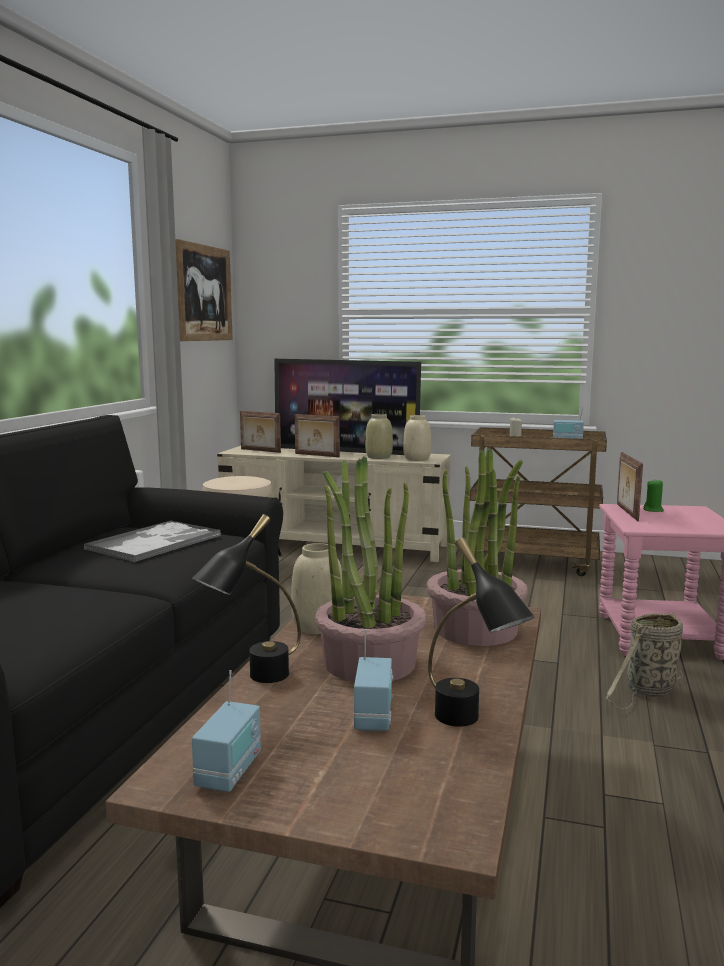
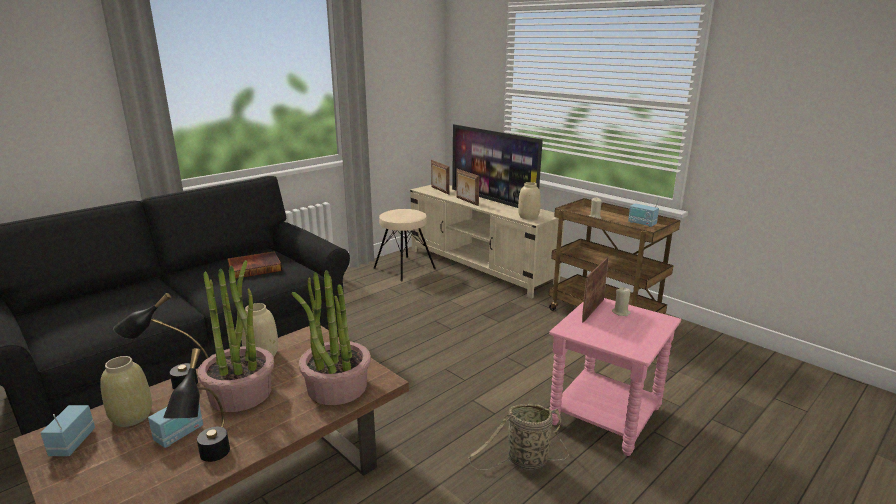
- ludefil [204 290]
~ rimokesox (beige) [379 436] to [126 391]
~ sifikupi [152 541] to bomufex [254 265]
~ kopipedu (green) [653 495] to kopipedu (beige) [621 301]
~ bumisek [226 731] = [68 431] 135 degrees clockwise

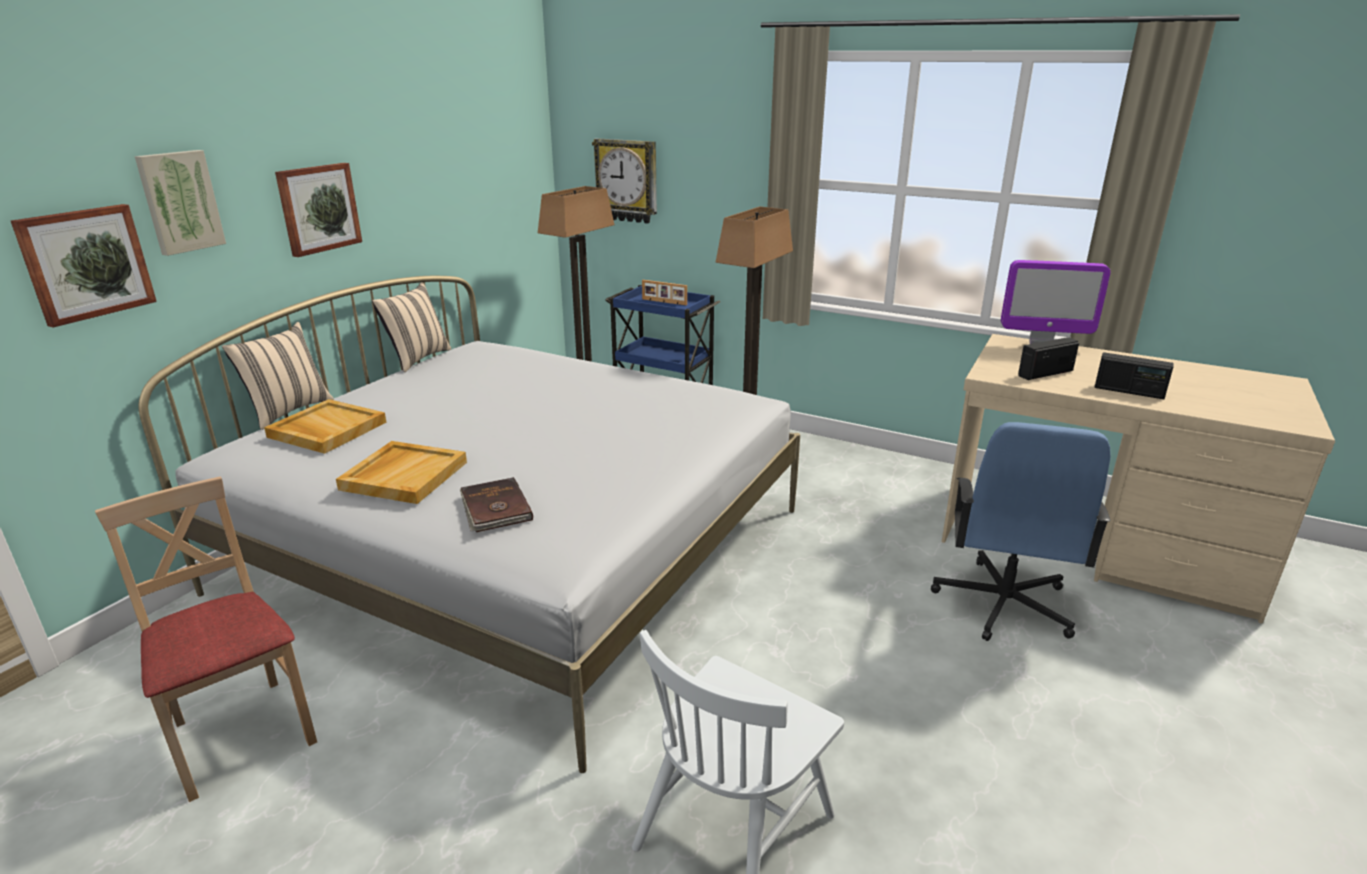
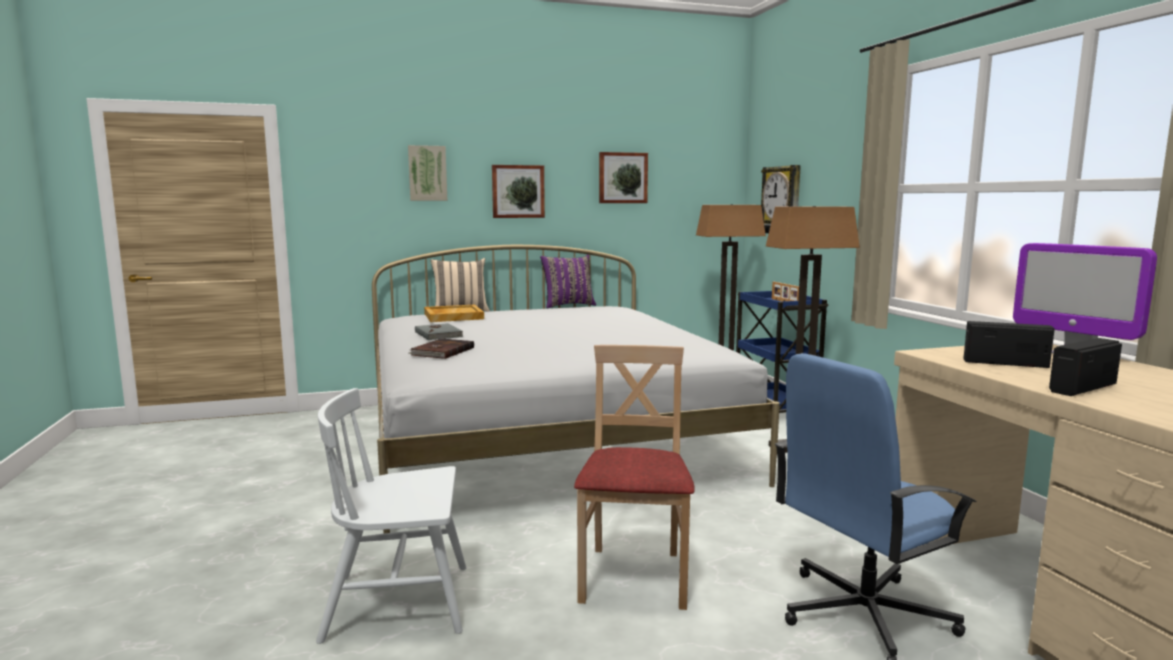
~ ludefil [84 265] to [623 177]
~ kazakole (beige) [206 639] to [634 477]
~ sifikupi (beige) [401 472] to bomufex (grey) [439 331]
~ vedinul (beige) [411 327] to vedinul (purple) [568 281]
~ bumisek [1134 375] = [1085 367] 75 degrees clockwise

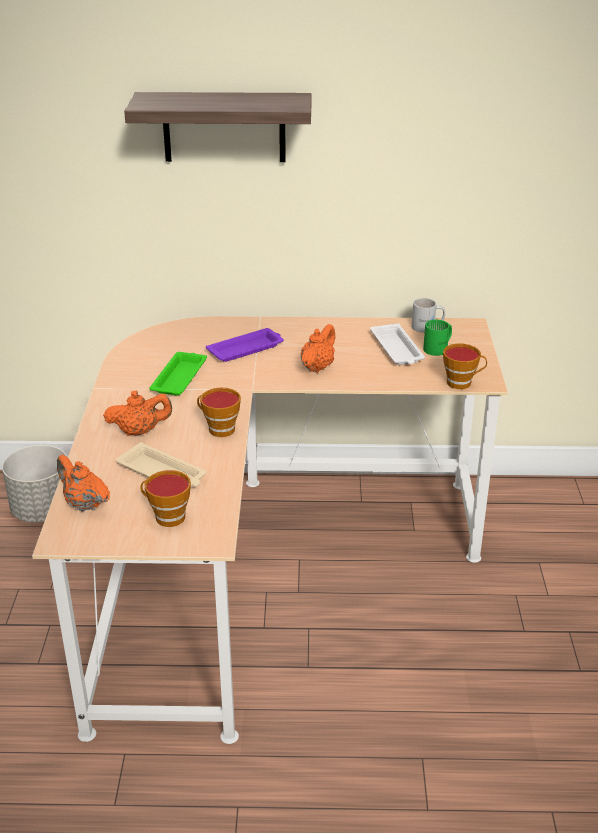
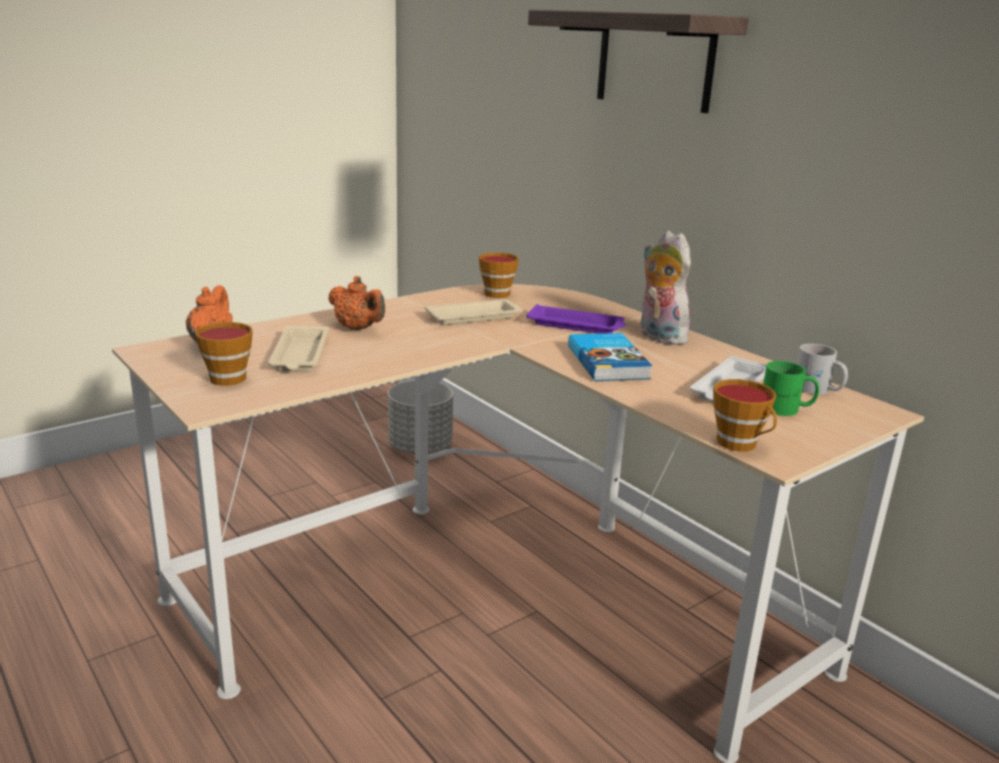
+ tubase [665 288]
~ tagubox [219 412] to [499 275]
~ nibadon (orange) [318 348] to bomufex [610 357]
~ sifikupi (green) [178 374] to sifikupi (beige) [473 312]

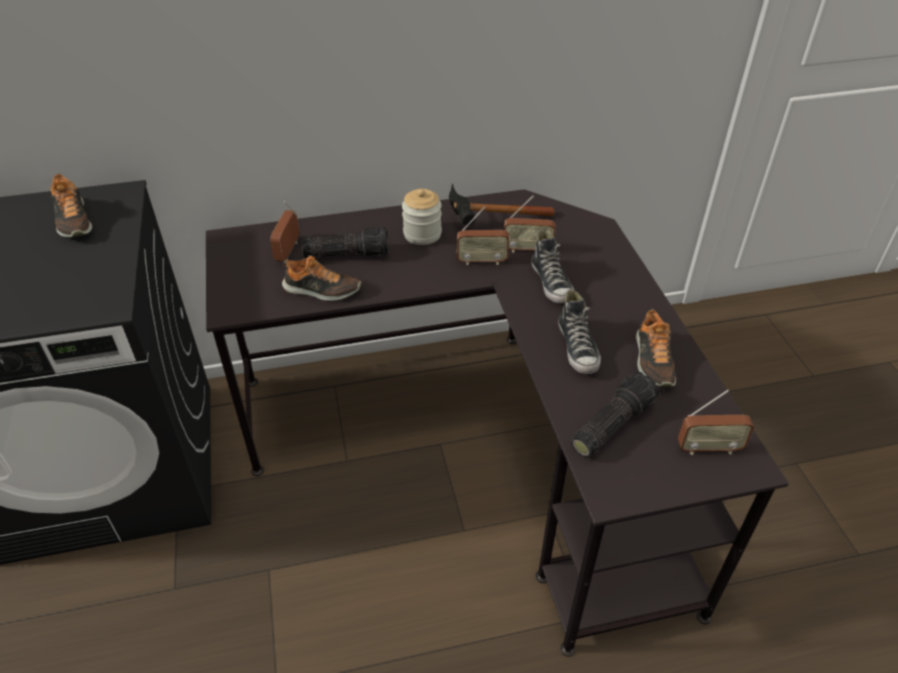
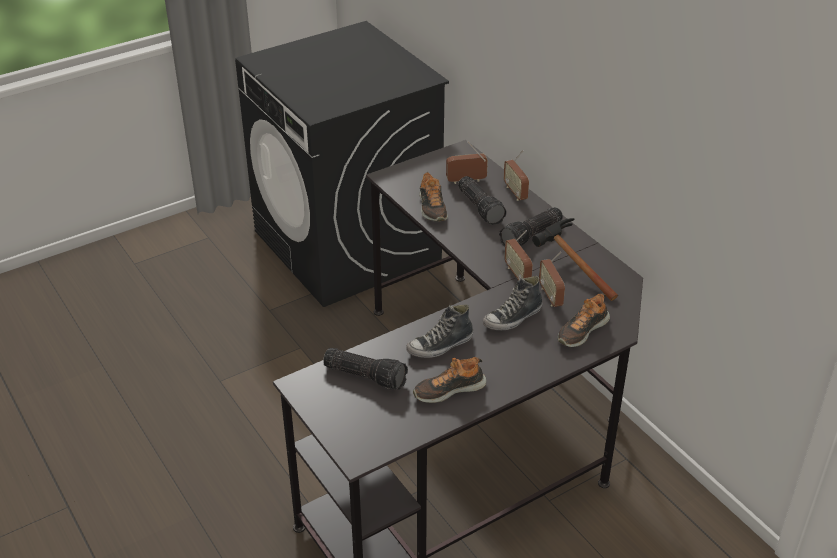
~ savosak [71 205] to [584 320]
~ bumisek [716 422] to [516 175]
~ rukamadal [422 217] to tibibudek [531 226]

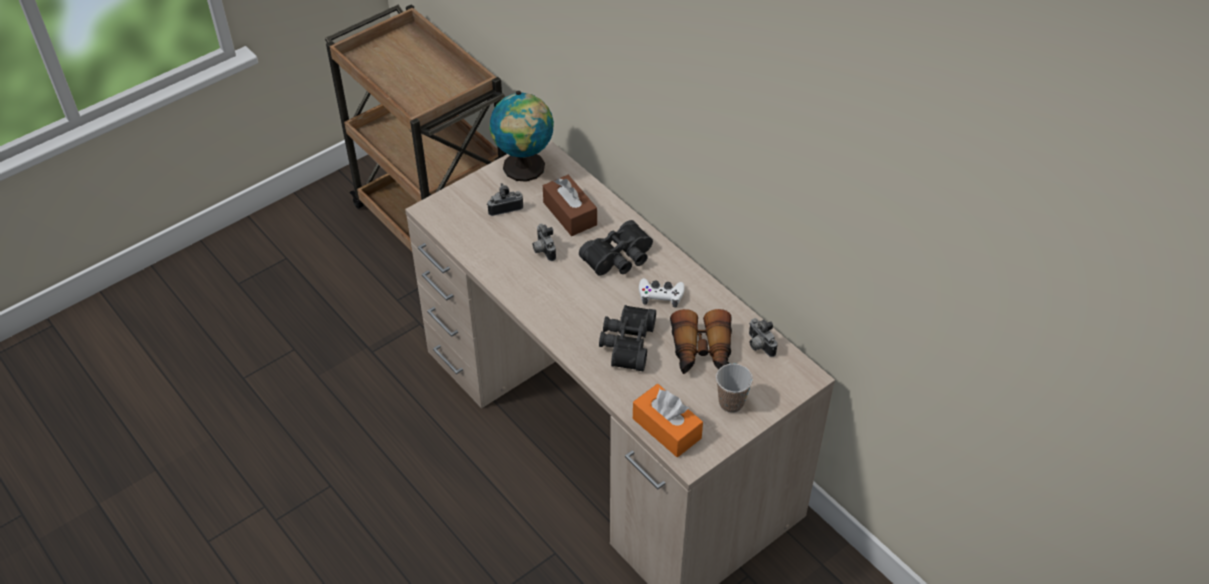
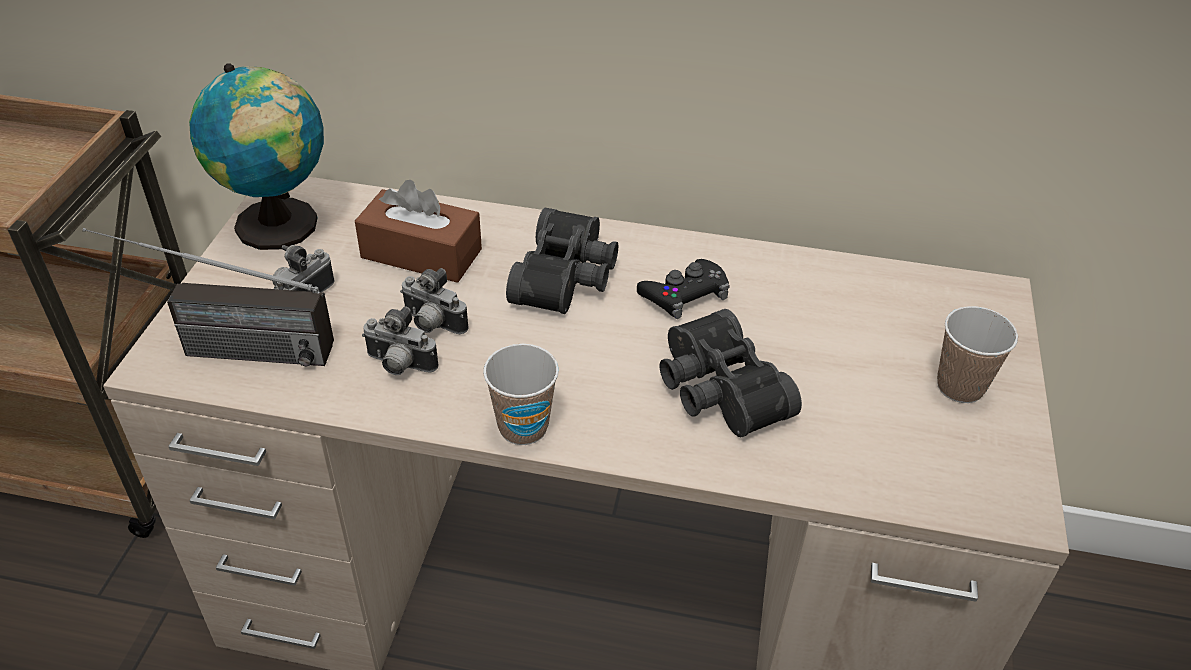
- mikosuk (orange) [668 420]
- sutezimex [701 341]
+ bumisek [208 297]
+ tagubox [521 394]
~ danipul [763 337] to [400 340]
~ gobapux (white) [661 293] to gobapux (black) [683 289]

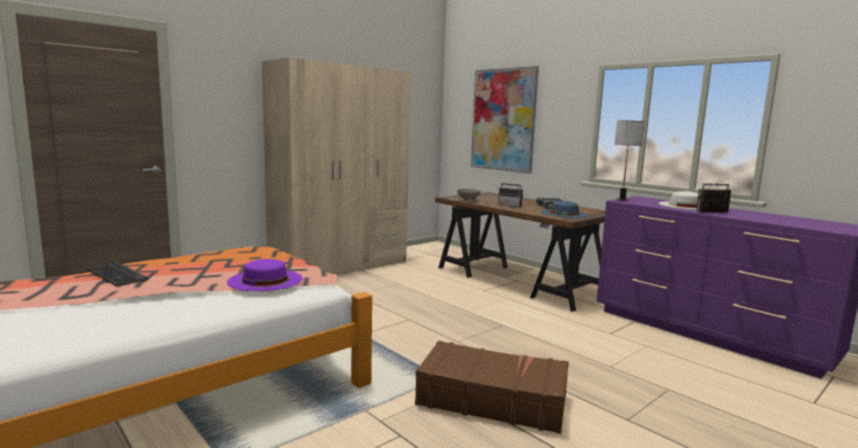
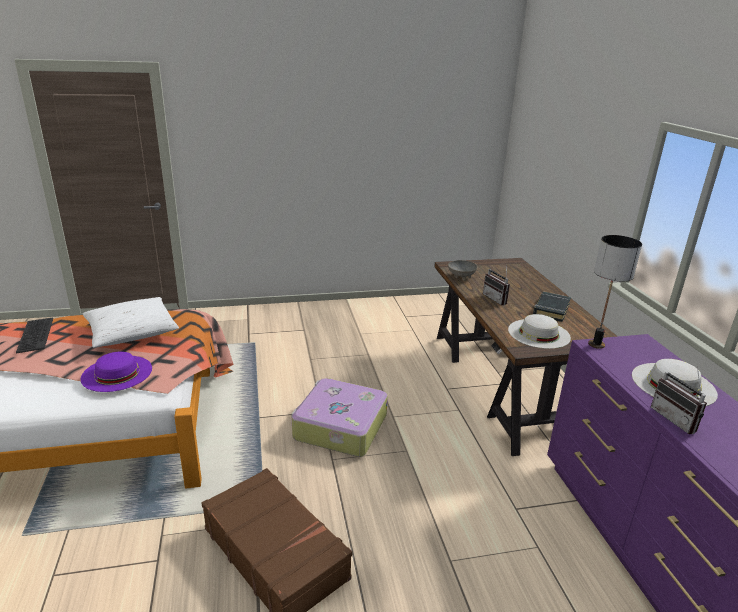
- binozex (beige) [336 166]
- ludefil [505 120]
+ vedinul (white) [130 322]
+ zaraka [339 417]
~ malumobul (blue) [565 209] to malumobul (white) [539 331]
~ bumisek [713 195] = [679 400] 135 degrees counterclockwise

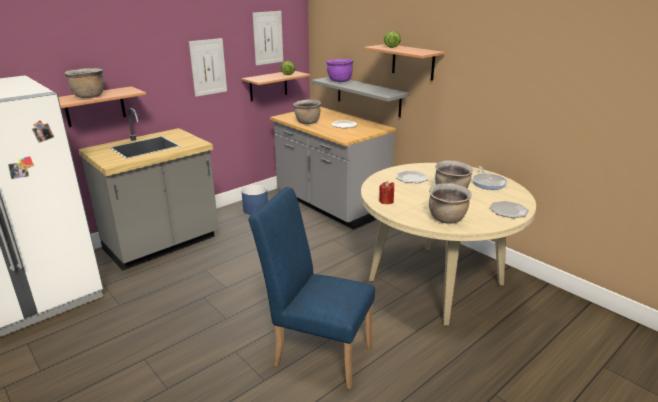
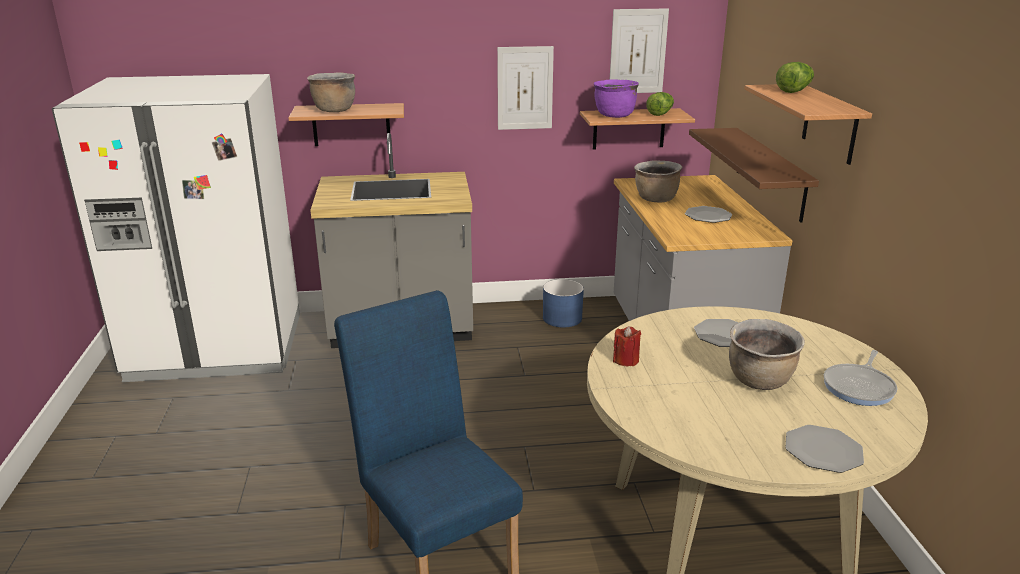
- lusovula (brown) [450 203]
~ lusovula (purple) [340 70] to [616 98]
~ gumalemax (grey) [361 97] to gumalemax (brown) [754 175]

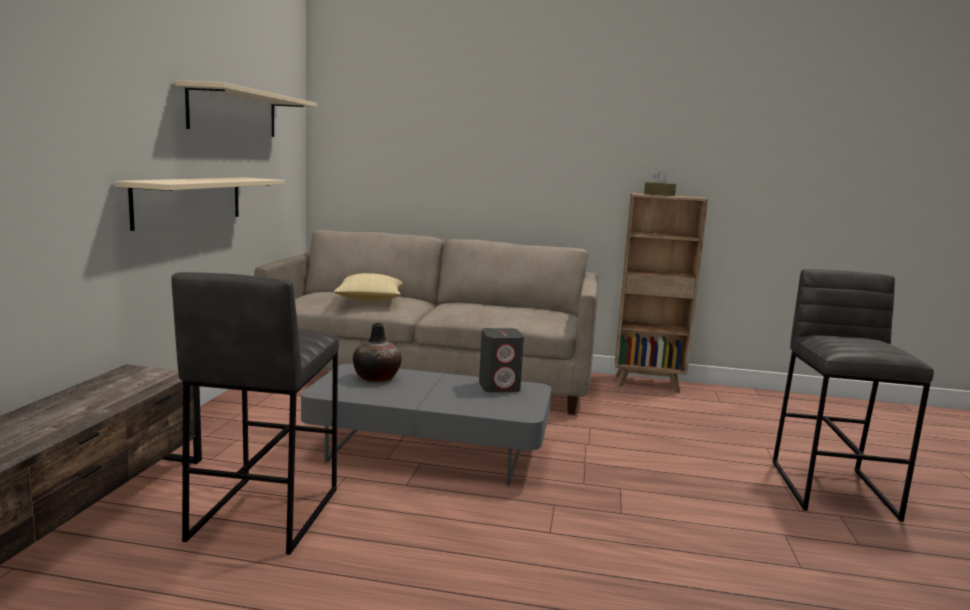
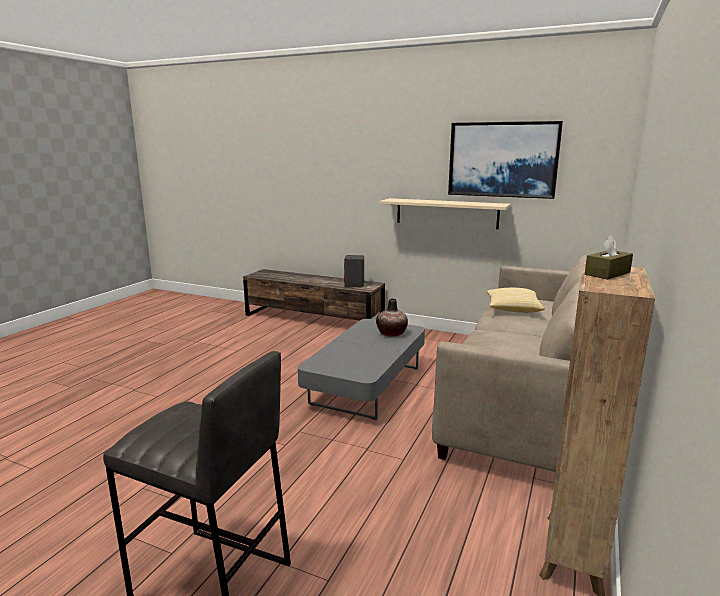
- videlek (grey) [255 413]
~ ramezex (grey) [501 360] to [354 271]
~ gumalemax (beige) [246 108] to ludefil [505 160]

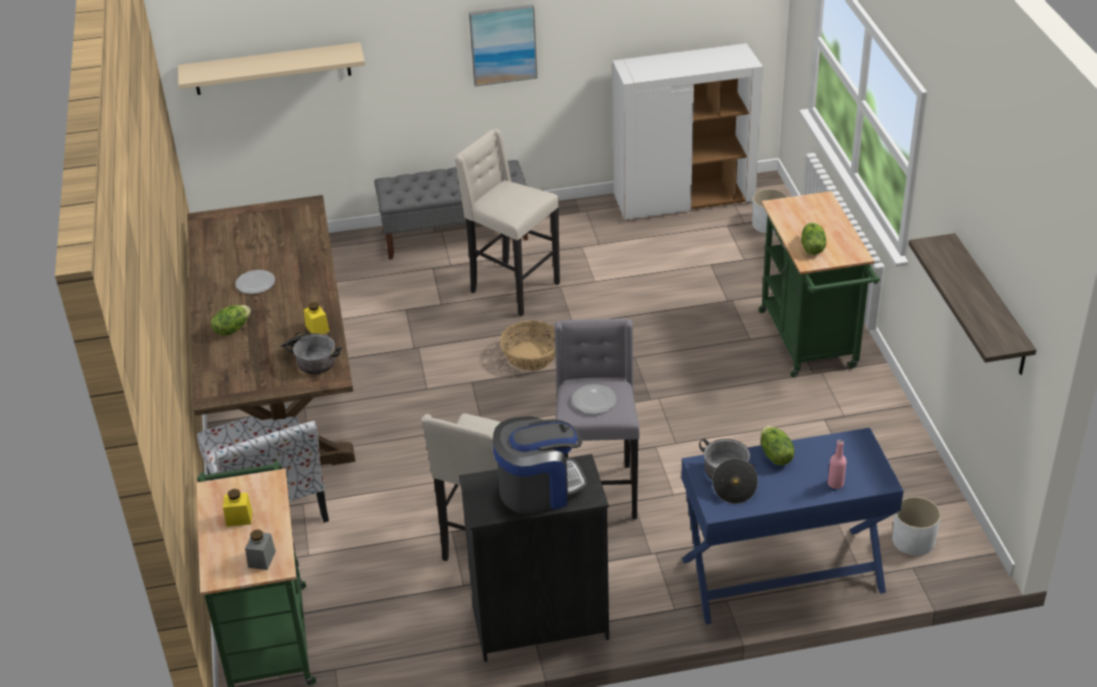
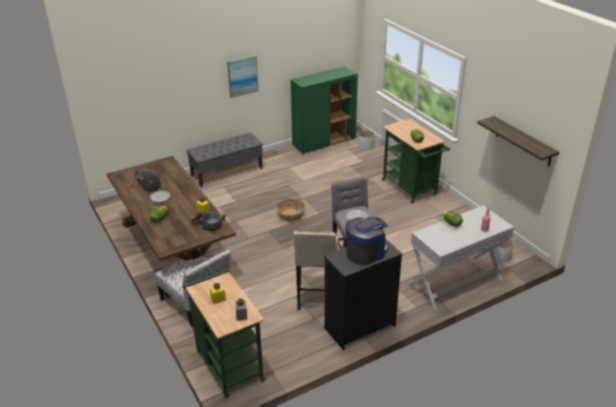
- gumalemax (beige) [271 68]
- videlek (beige) [507 222]
~ lusovula [728 471] to [148 180]
~ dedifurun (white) [688 131] to dedifurun (green) [324 110]
~ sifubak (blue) [792 526] to sifubak (white) [461 257]

